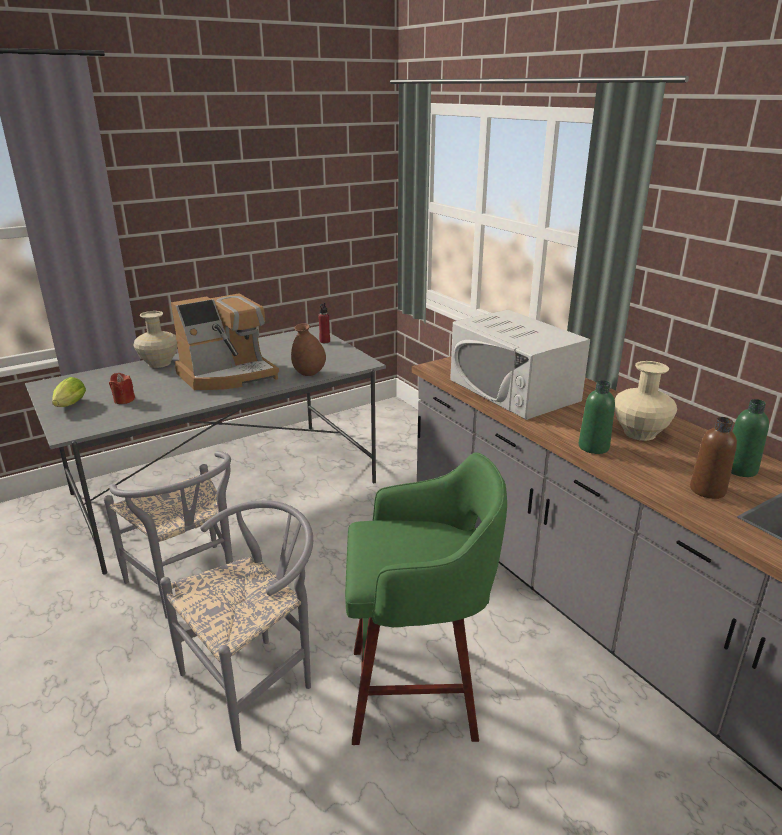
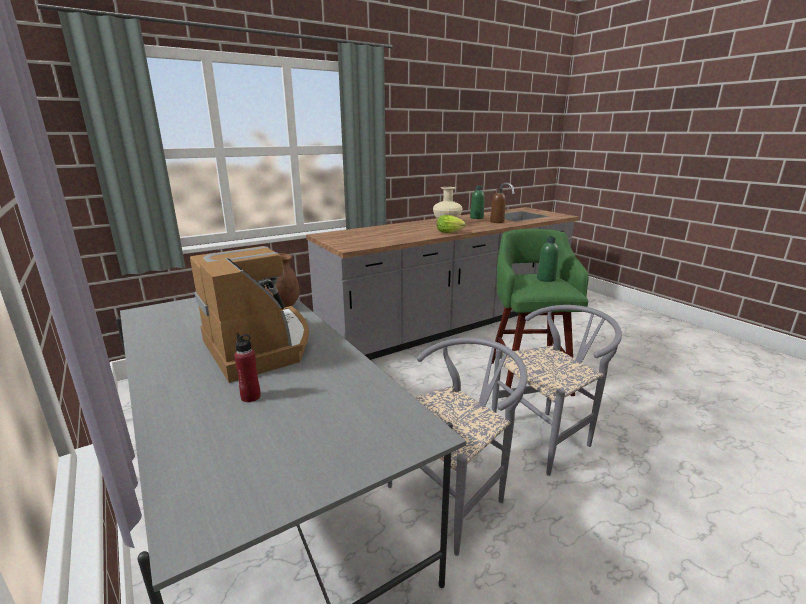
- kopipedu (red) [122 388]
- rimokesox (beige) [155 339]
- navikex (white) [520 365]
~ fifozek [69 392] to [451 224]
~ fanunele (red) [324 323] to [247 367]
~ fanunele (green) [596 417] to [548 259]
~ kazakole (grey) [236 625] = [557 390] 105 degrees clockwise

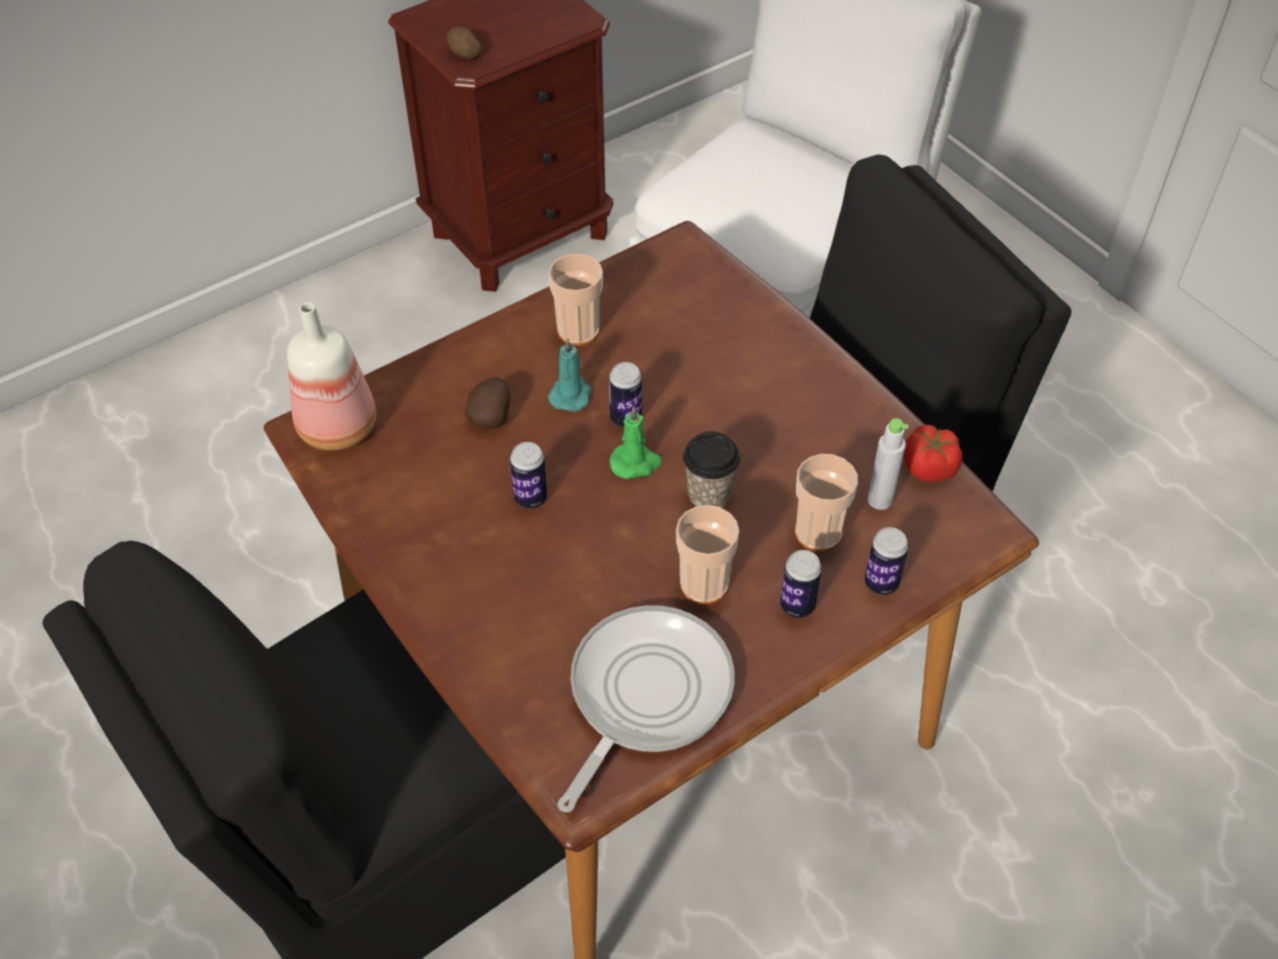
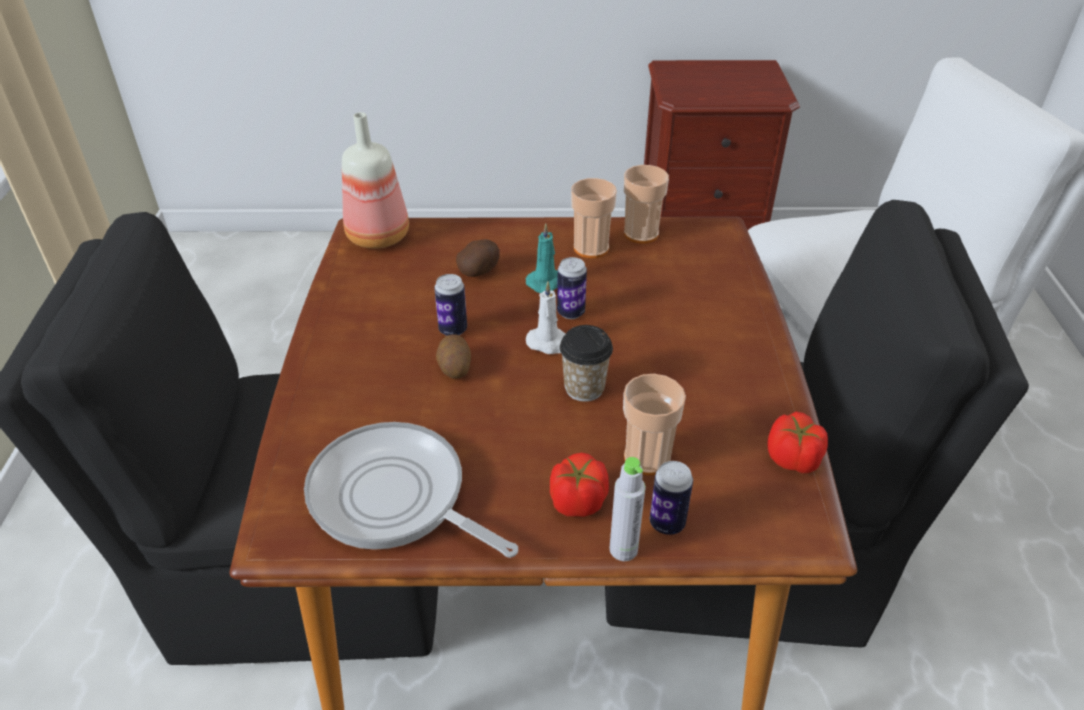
~ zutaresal [464 43] to [453 356]
~ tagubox [707 555] to [646 204]
~ fanunele (grey) [888 464] to [627 509]
~ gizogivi [801 584] to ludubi [579 485]
~ kopipedu (green) [635 442] to kopipedu (white) [545 317]
~ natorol [646 708] = [411 490] 120 degrees counterclockwise

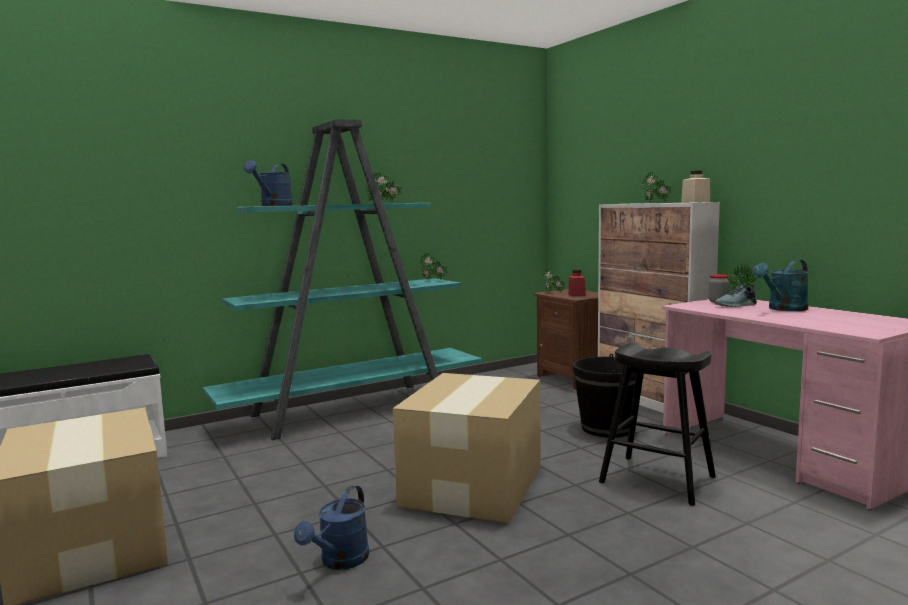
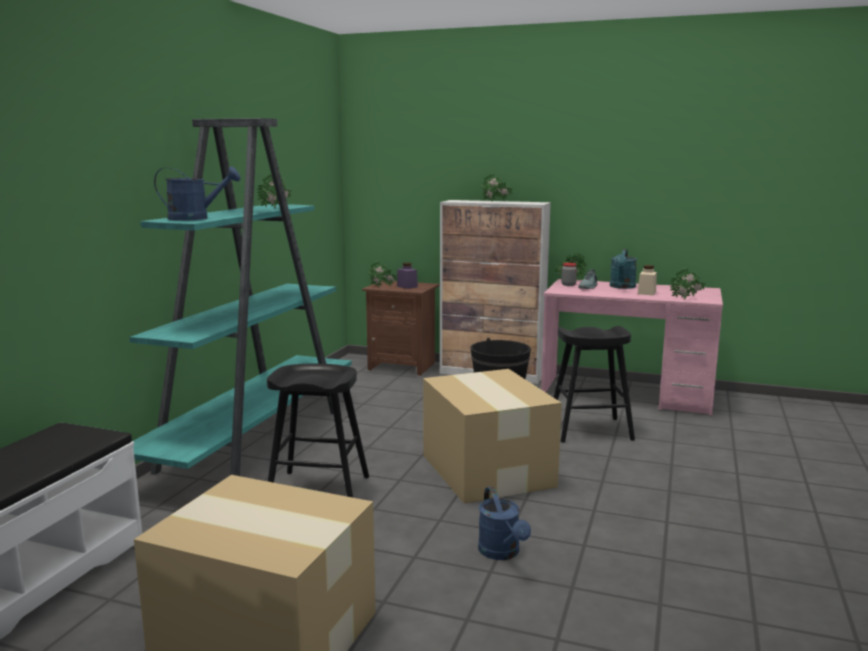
+ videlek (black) [318 430]
~ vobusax [433 266] to [687 284]
~ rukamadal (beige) [695 187] to [647 280]
~ rukamadal (red) [577 283] to rukamadal (purple) [407 276]
~ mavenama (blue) [268 183] = [197 193] 75 degrees counterclockwise

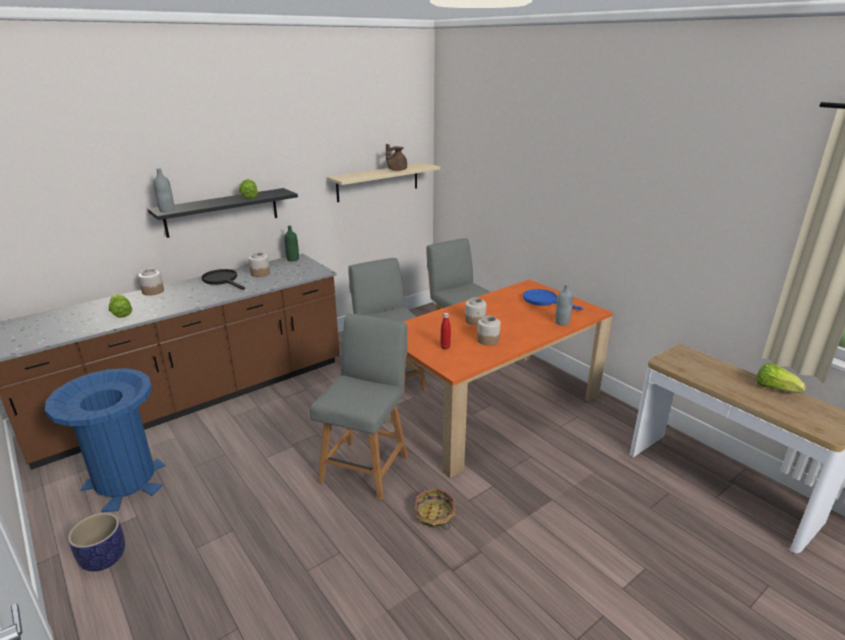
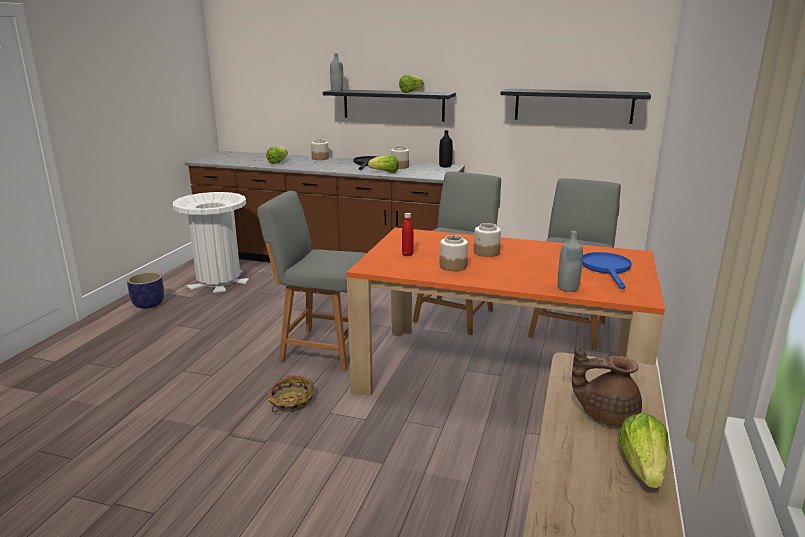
+ fifozek [383 164]
~ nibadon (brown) [396 157] to [607 387]
~ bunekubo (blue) [105 440] to bunekubo (white) [211 242]
~ fanunele (green) [291 244] to fanunele (black) [446 149]
~ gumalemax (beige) [383 182] to gumalemax (black) [576 106]
~ kazakole (grey) [359 407] = [312 281] 150 degrees counterclockwise

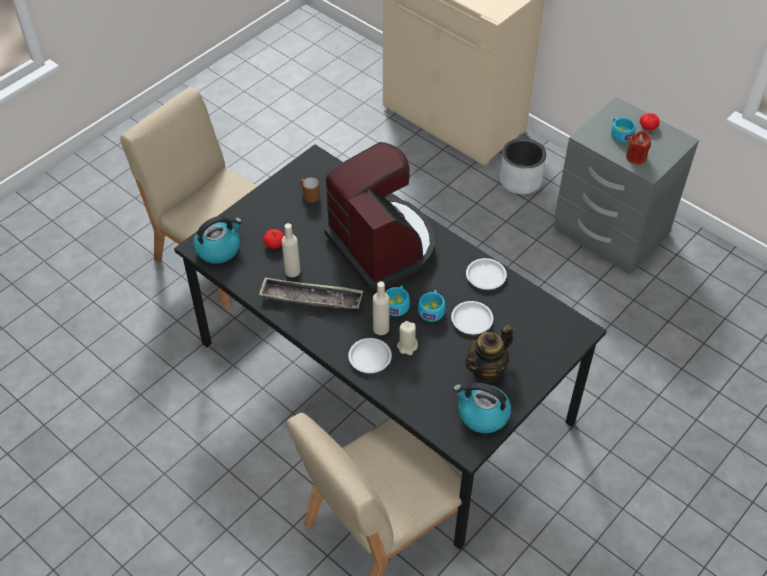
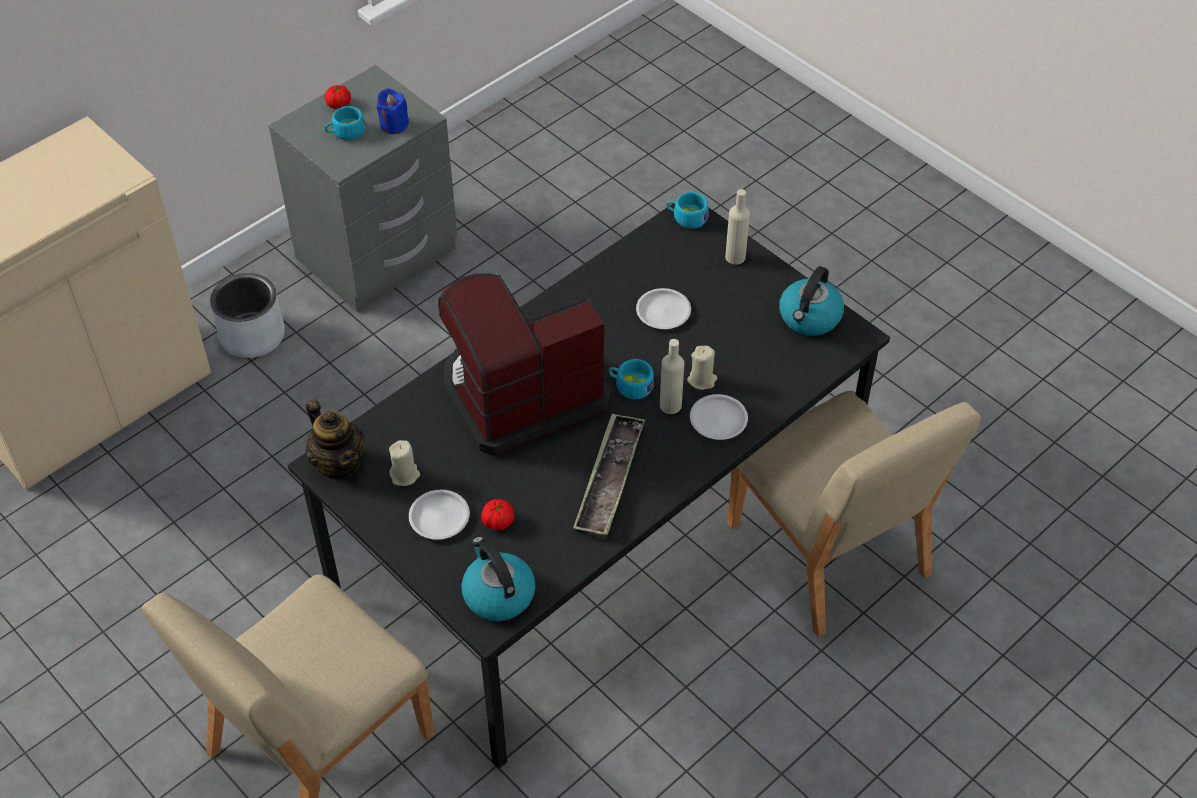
~ fanunele (beige) [291 250] to [737 227]
~ tagubox (turquoise) [432 306] to [687 210]
~ nibadon [489 354] to [335 439]
~ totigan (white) [486 274] to [439 515]
~ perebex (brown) [310 190] to kopipedu (beige) [404 463]
~ kopipedu (red) [638 148] to kopipedu (blue) [393 111]

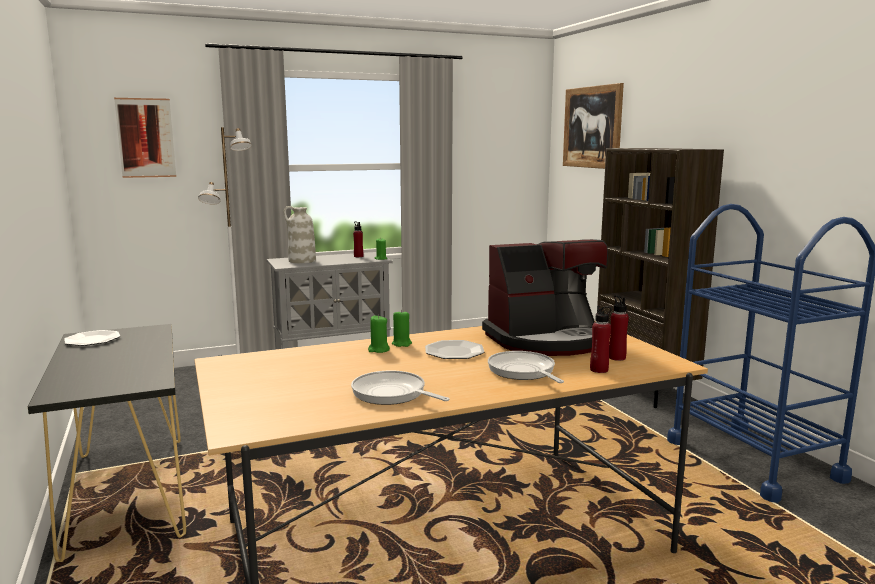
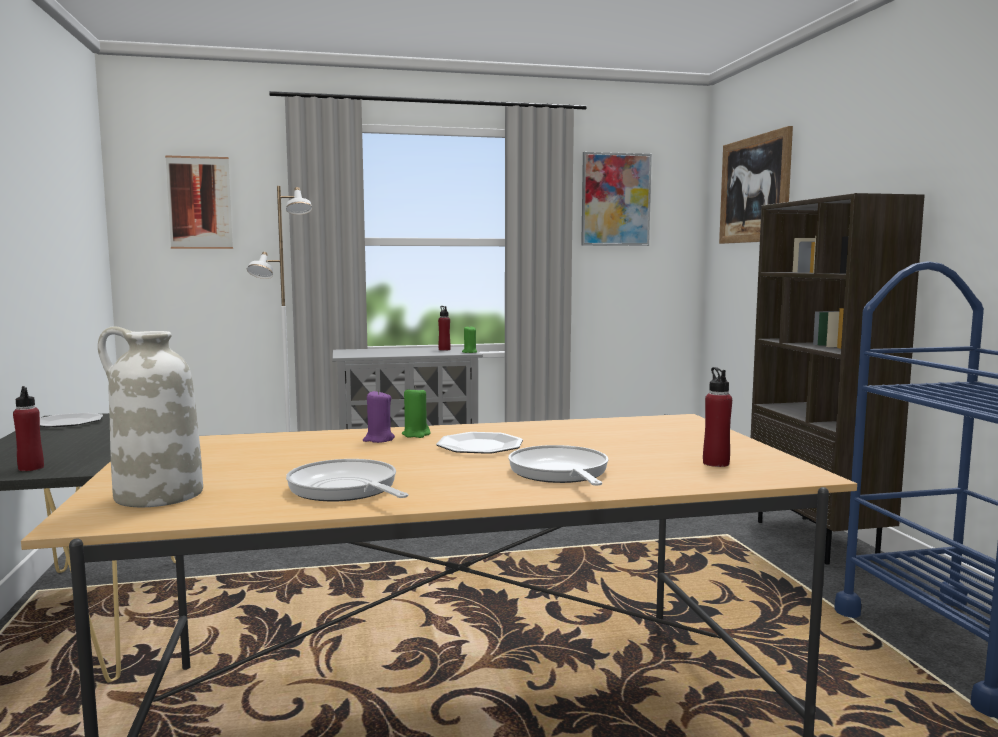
- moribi [545 297]
+ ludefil [616 199]
~ rimokesox (white) [300 235] to [150 416]
~ fanunele (red) [601 339] to [28 428]
~ kopipedu (green) [379 334] to kopipedu (purple) [379 416]

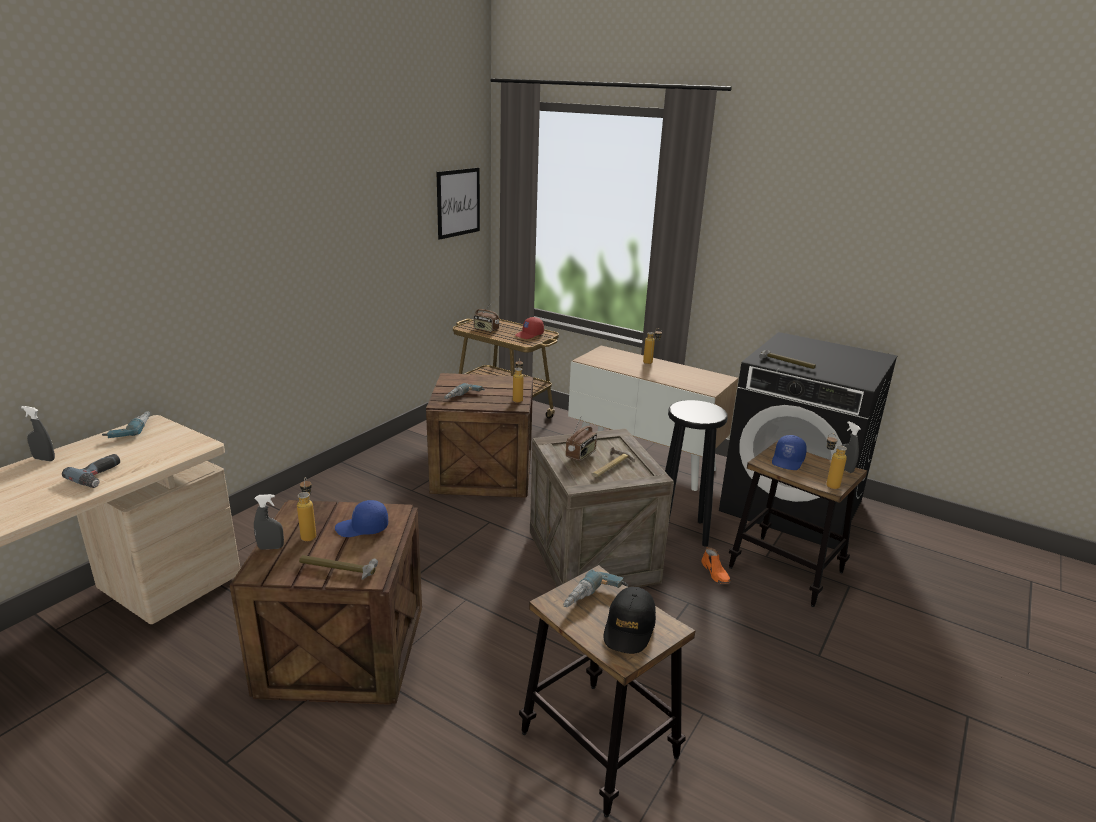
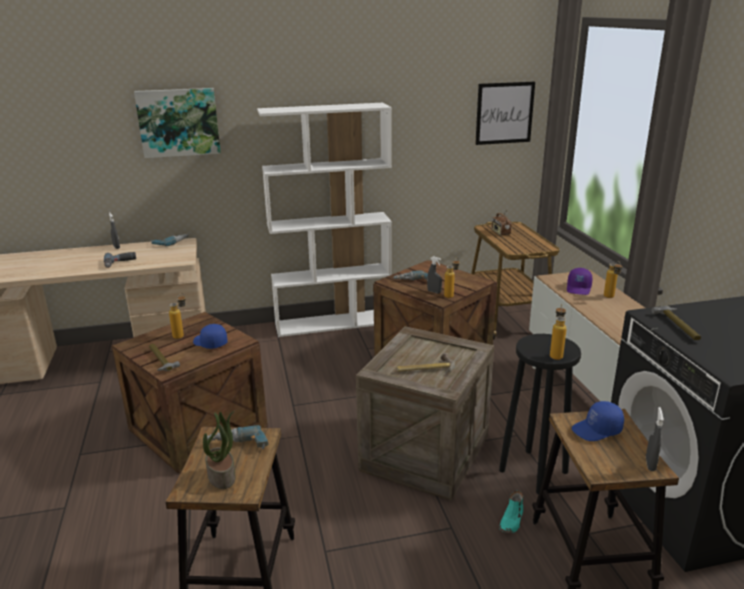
- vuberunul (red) [529 328]
- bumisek [581 439]
+ ludefil [177 123]
+ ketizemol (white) [324 220]
+ vuberunul (purple) [580 281]
~ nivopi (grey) [269 522] to [434 274]
~ fanunele [836 461] to [558 332]
~ vuberunul (black) [630 620] to vobusax [219 449]
~ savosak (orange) [716 565] to savosak (turquoise) [511 512]

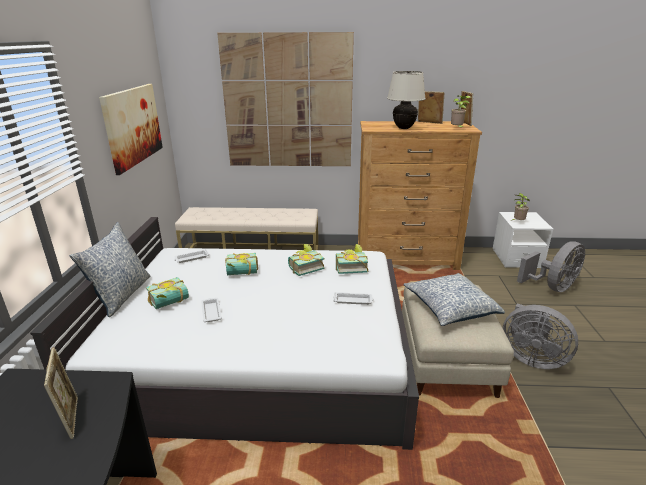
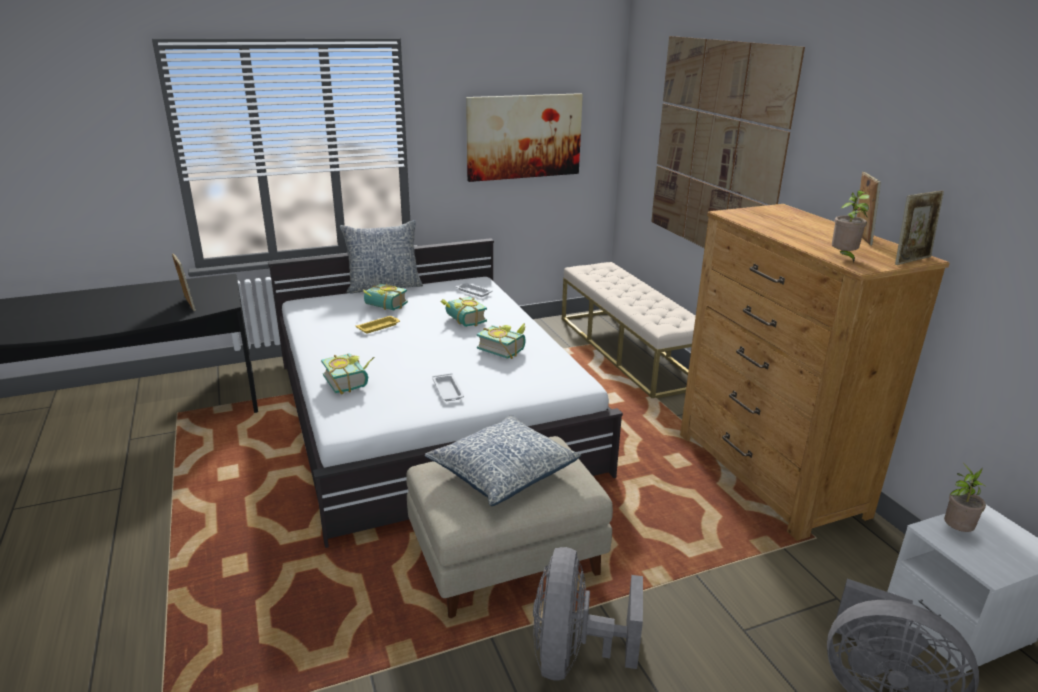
- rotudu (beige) [406 100]
~ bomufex [352 259] to [348 374]
~ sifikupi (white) [211 310] to sifikupi (yellow) [378 324]
~ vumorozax [61 393] = [184 282] 75 degrees counterclockwise

